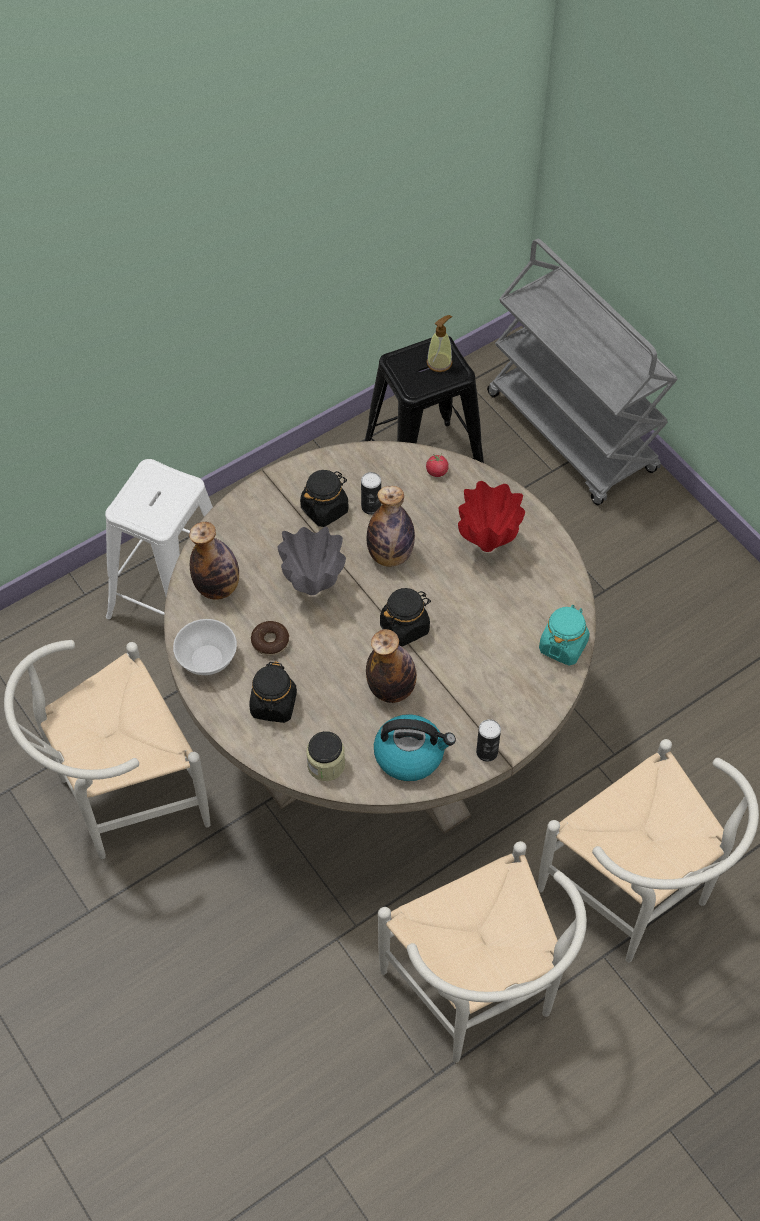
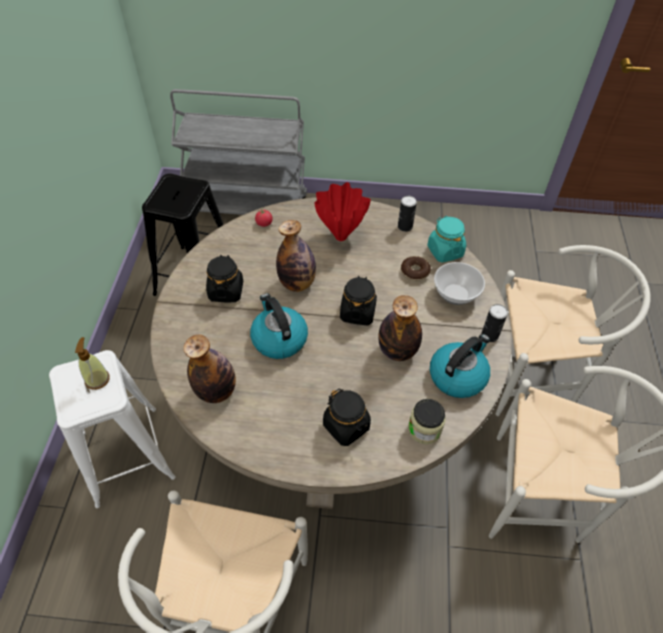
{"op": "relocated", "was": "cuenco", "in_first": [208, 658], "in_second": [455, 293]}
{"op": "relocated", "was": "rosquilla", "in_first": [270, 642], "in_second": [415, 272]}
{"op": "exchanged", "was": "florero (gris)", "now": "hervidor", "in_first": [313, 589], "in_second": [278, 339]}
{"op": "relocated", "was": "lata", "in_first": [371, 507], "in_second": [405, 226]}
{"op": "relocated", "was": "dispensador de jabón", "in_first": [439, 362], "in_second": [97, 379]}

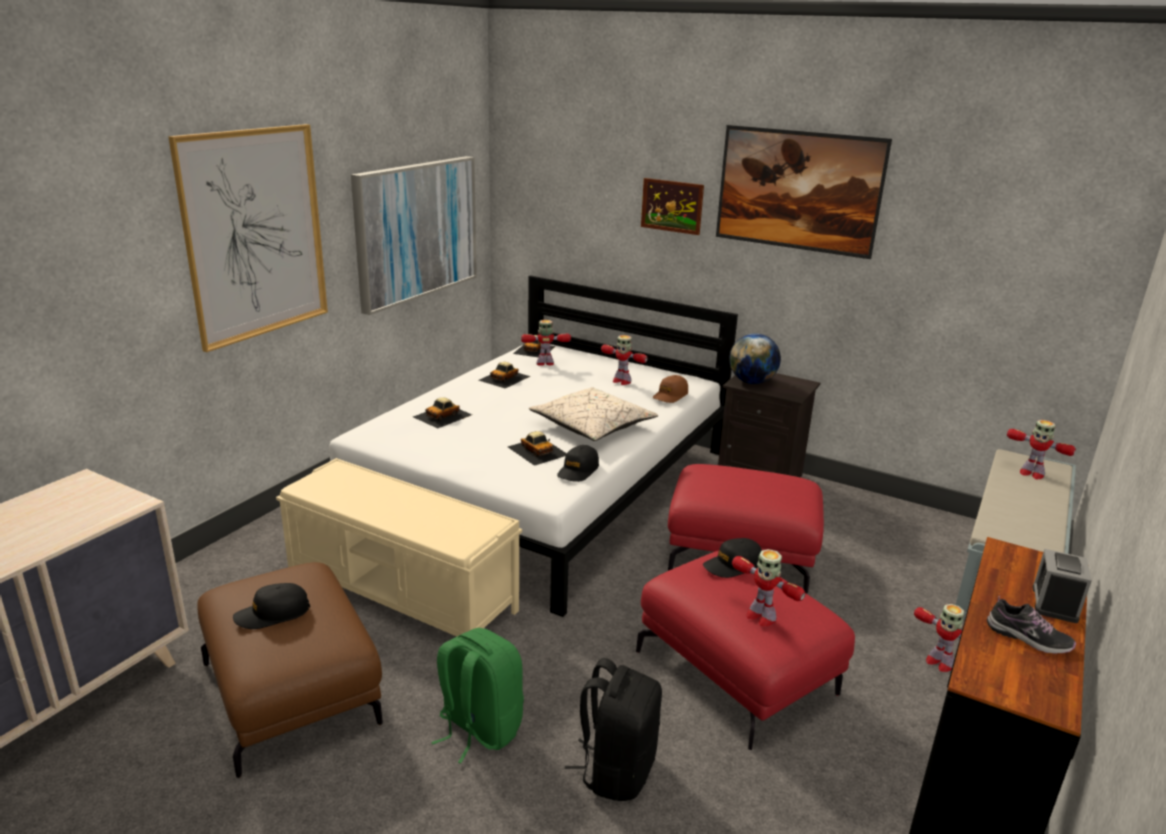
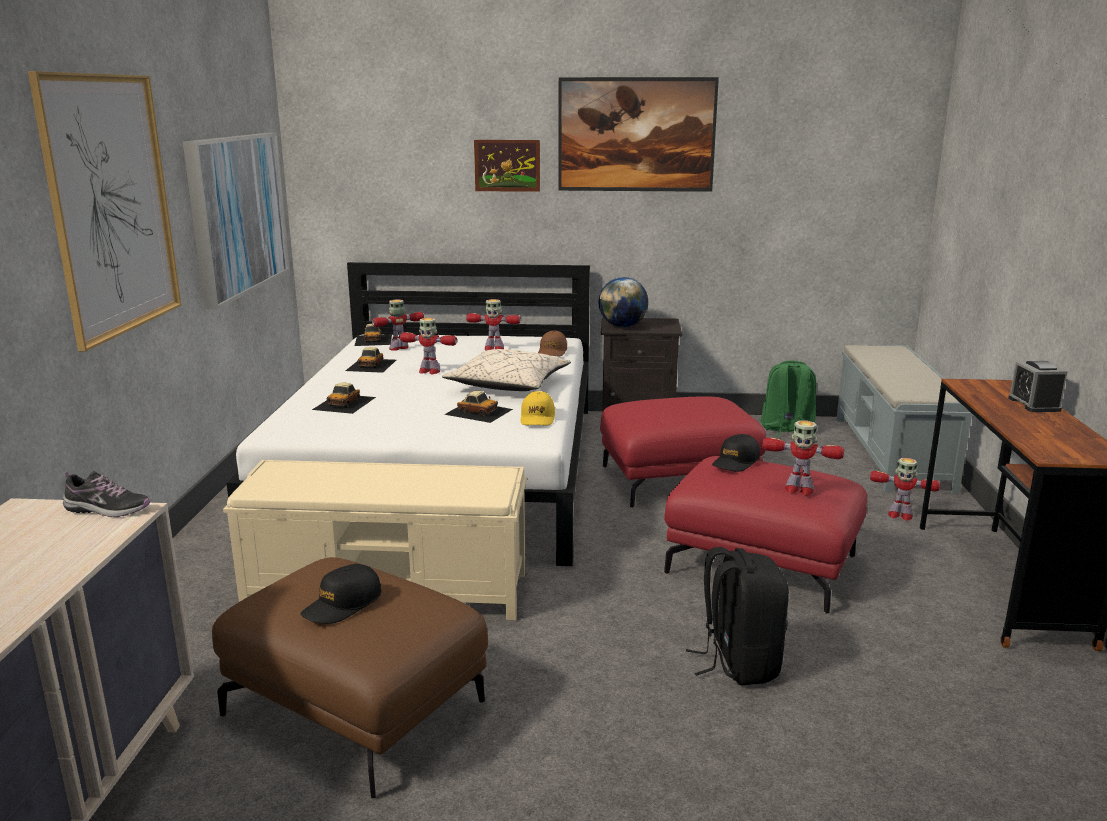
{"op": "relocated", "was": "mochila (verde)", "in_first": [478, 729], "in_second": [786, 429]}
{"op": "colour", "was": "gorra (negro)", "now": "gorra (amarillo)", "in_first": [578, 471], "in_second": [537, 418]}
{"op": "relocated", "was": "zapato", "in_first": [1028, 638], "in_second": [107, 509]}
{"op": "relocated", "was": "robot de juguete", "in_first": [1031, 473], "in_second": [429, 371]}

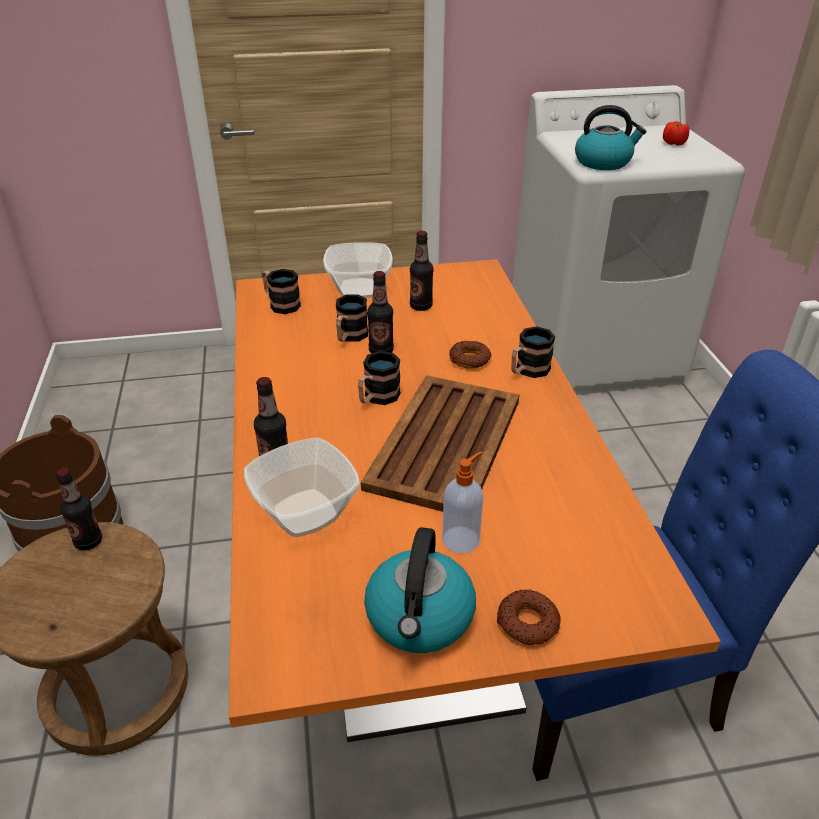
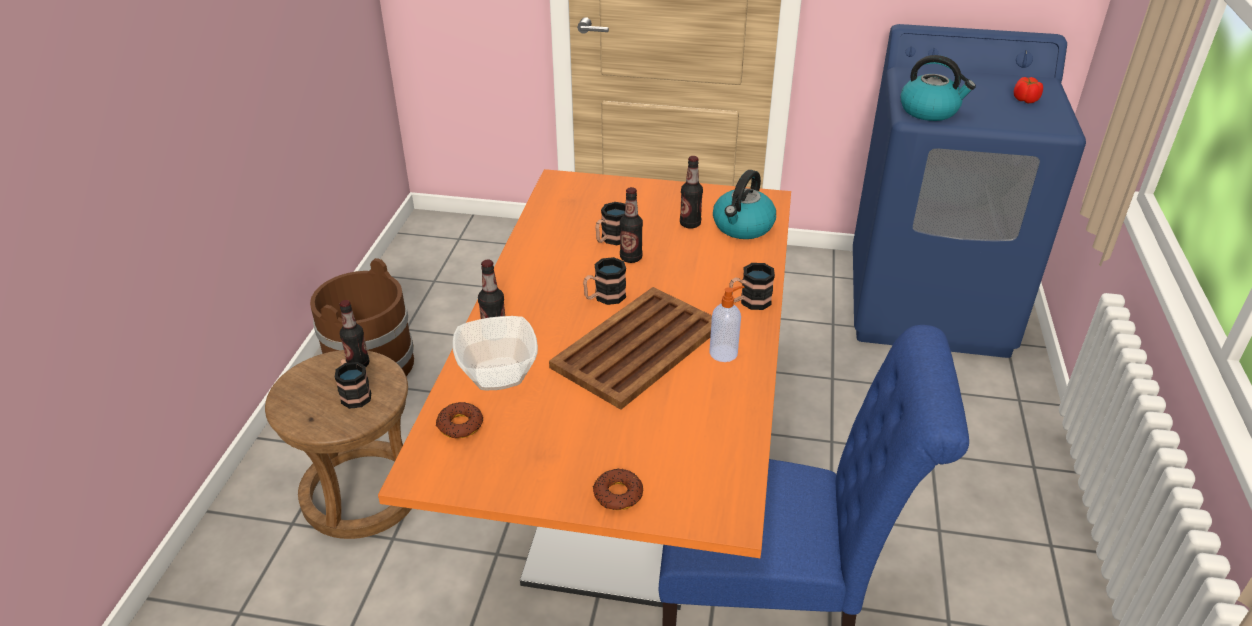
{"op": "relocated", "was": "taza grande", "in_first": [280, 304], "in_second": [354, 394]}
{"op": "missing", "was": "cuenco", "in_first": [360, 288]}
{"op": "relocated", "was": "hervidor", "in_first": [420, 618], "in_second": [743, 227]}
{"op": "relocated", "was": "dispensador de jabón", "in_first": [462, 539], "in_second": [724, 353]}
{"op": "relocated", "was": "rosquilla", "in_first": [469, 359], "in_second": [460, 425]}
{"op": "colour", "was": "lavadora (blanco)", "now": "lavadora (azul)", "in_first": [594, 351], "in_second": [929, 304]}

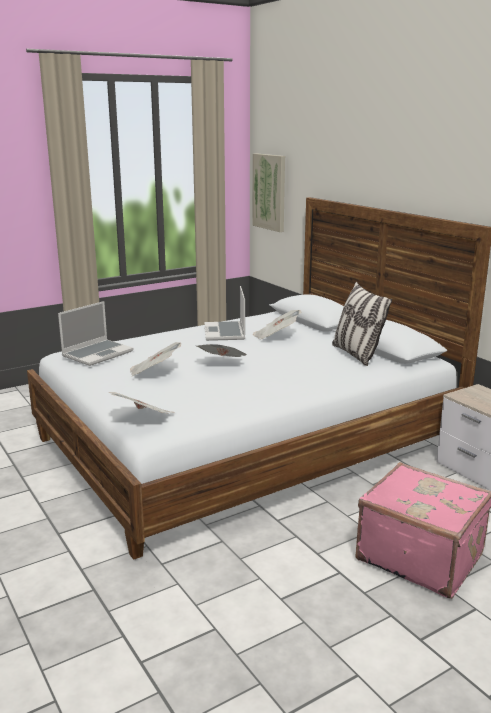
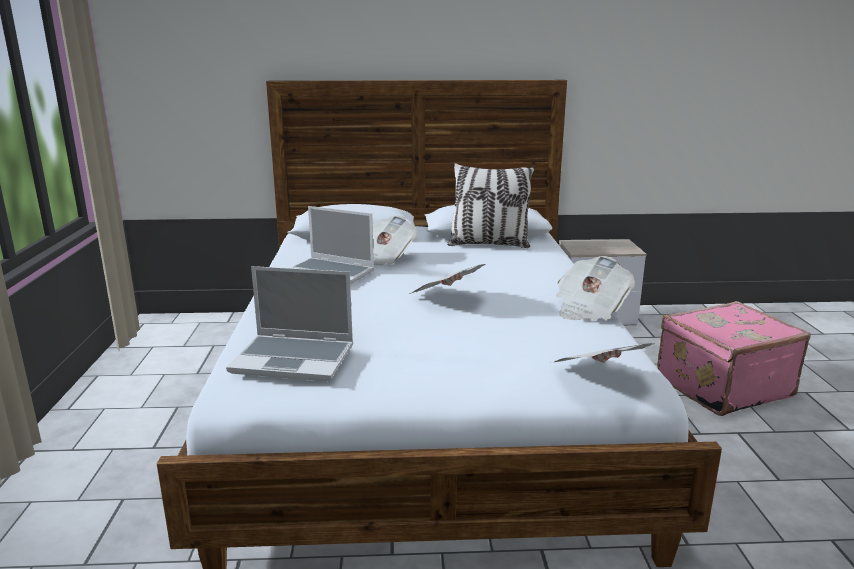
{"op": "spun", "was": "portátil", "in_first": [98, 353], "in_second": [295, 359], "clockwise": 120}
{"op": "relocated", "was": "periódico", "in_first": [154, 372], "in_second": [589, 309]}
{"op": "missing", "was": "cuadro", "in_first": [269, 192]}

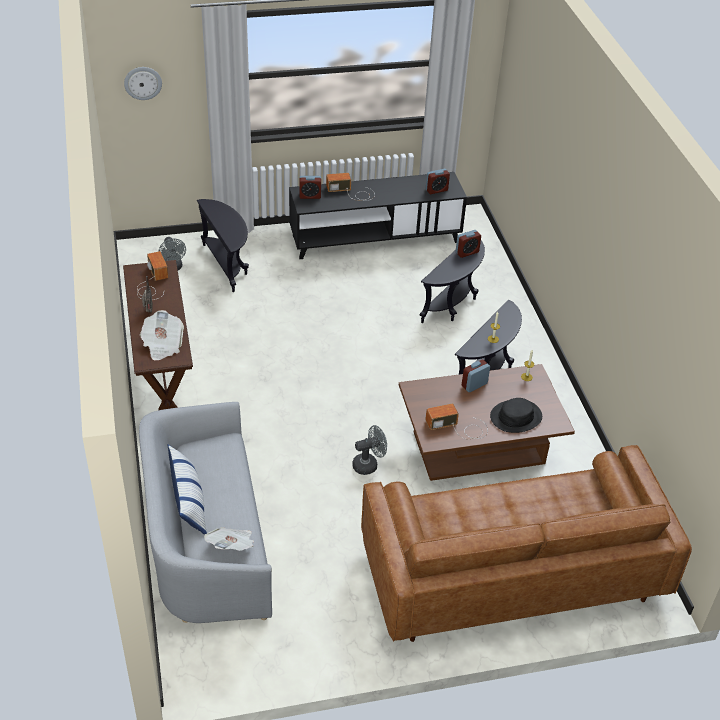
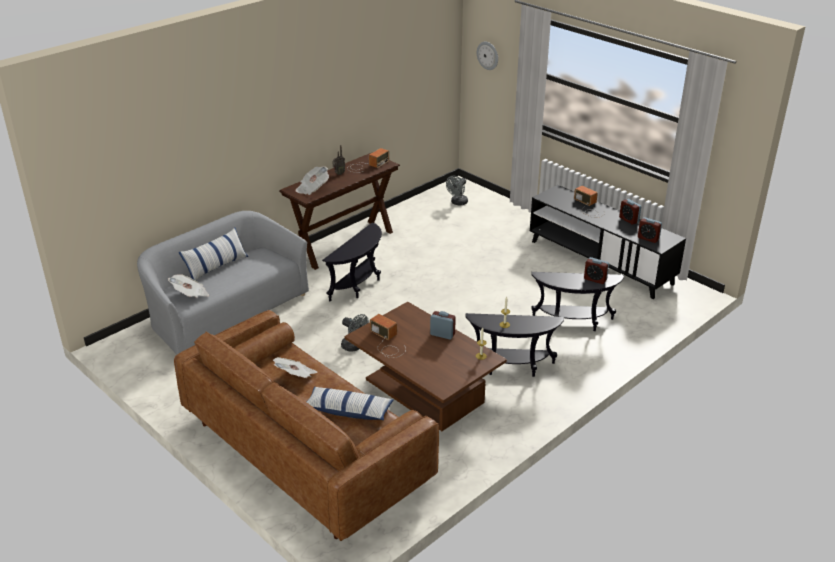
{"op": "relocated", "was": "mesa auxiliar (negro)", "in_first": [227, 265], "in_second": [359, 285]}
{"op": "relocated", "was": "despertador", "in_first": [310, 196], "in_second": [629, 220]}
{"op": "missing", "was": "sombrero (negro)", "in_first": [515, 417]}
{"op": "appeared", "now": "periódico", "in_second": [296, 376]}
{"op": "appeared", "now": "cojín", "in_second": [348, 411]}

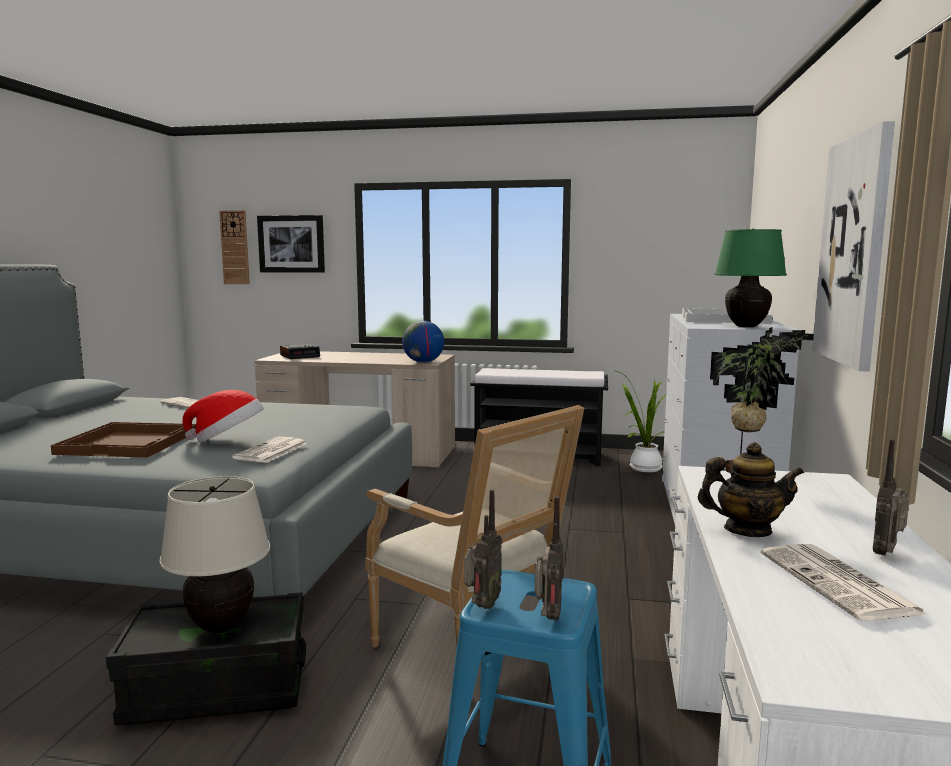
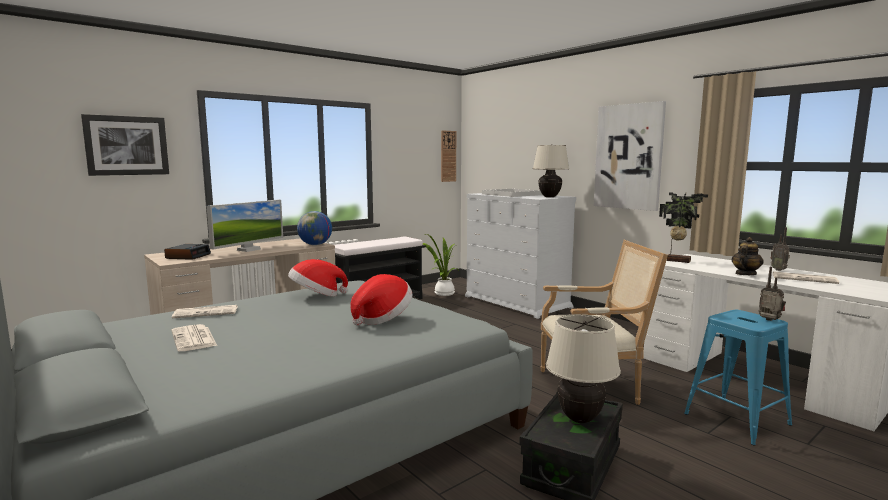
{"op": "missing", "was": "bandeja (marrón)", "in_first": [130, 442]}
{"op": "relocated", "was": "reloj de pared", "in_first": [235, 247], "in_second": [448, 156]}
{"op": "relocated", "was": "periódico", "in_first": [271, 451], "in_second": [194, 339]}
{"op": "missing", "was": "radio", "in_first": [481, 606]}
{"op": "colour", "was": "lámpara de mesa (verde)", "now": "lámpara de mesa (beis)", "in_first": [746, 326], "in_second": [549, 196]}
{"op": "appeared", "now": "monitor", "in_second": [248, 249]}
{"op": "appeared", "now": "sombrero", "in_second": [316, 296]}

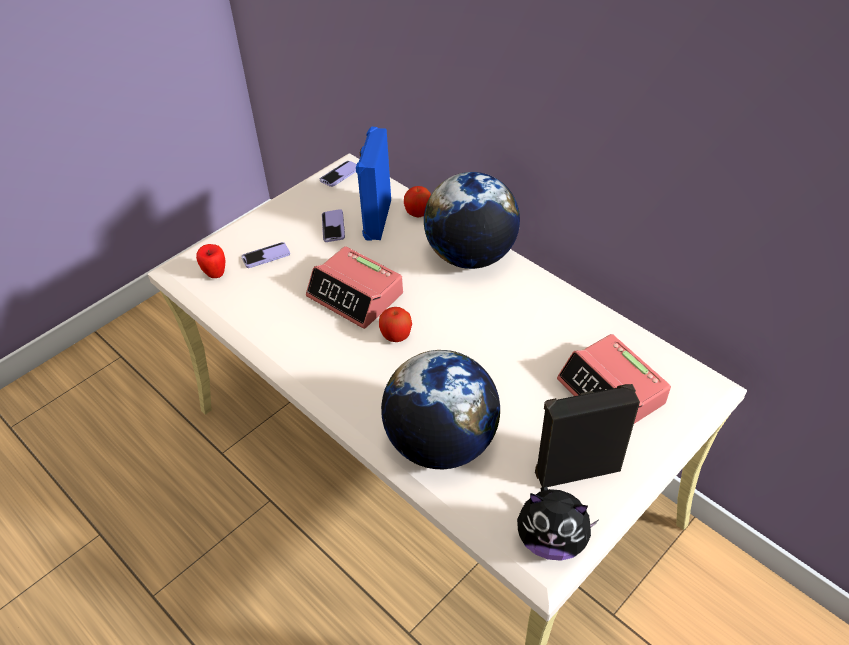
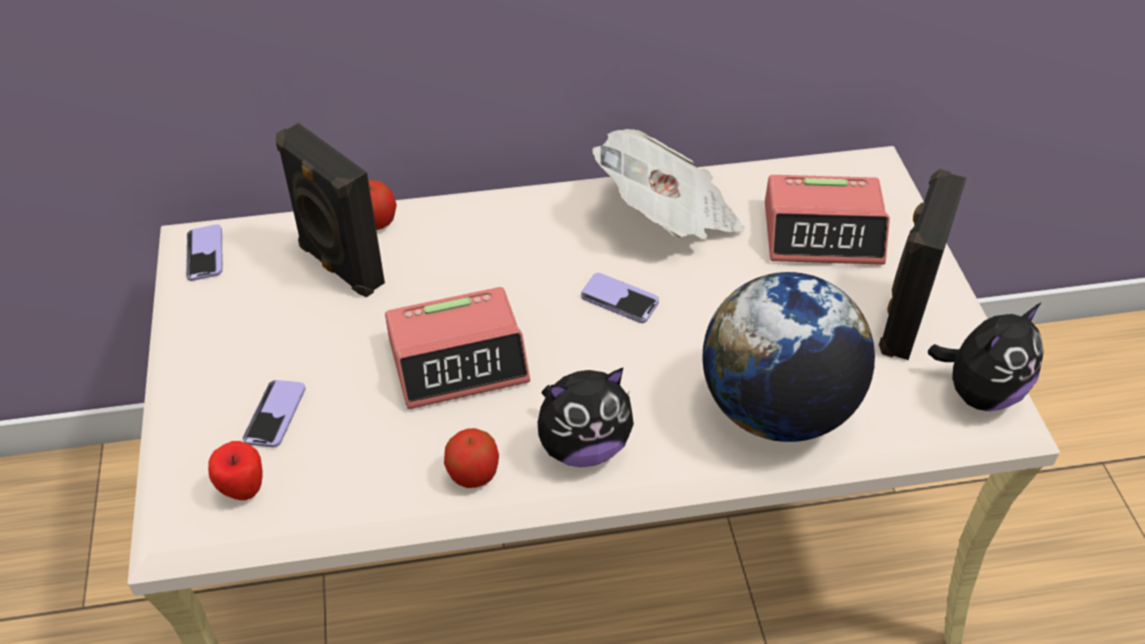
{"op": "relocated", "was": "móvil", "in_first": [333, 227], "in_second": [619, 300]}
{"op": "colour", "was": "altavoz (azul)", "now": "altavoz (negro)", "in_first": [376, 219], "in_second": [339, 267]}
{"op": "relocated", "was": "manzana", "in_first": [396, 335], "in_second": [473, 475]}
{"op": "missing", "was": "globo terráqueo", "in_first": [470, 256]}
{"op": "appeared", "now": "peluche", "in_second": [583, 447]}
{"op": "appeared", "now": "periódico", "in_second": [668, 217]}

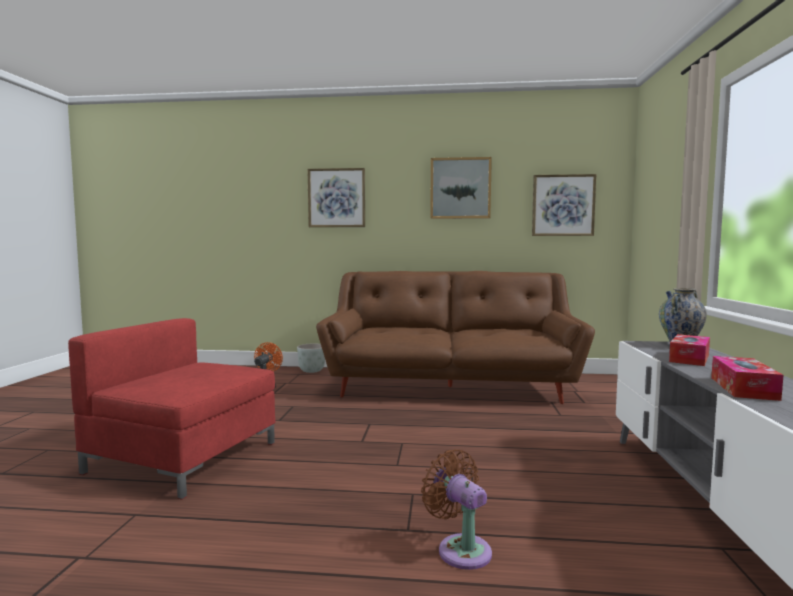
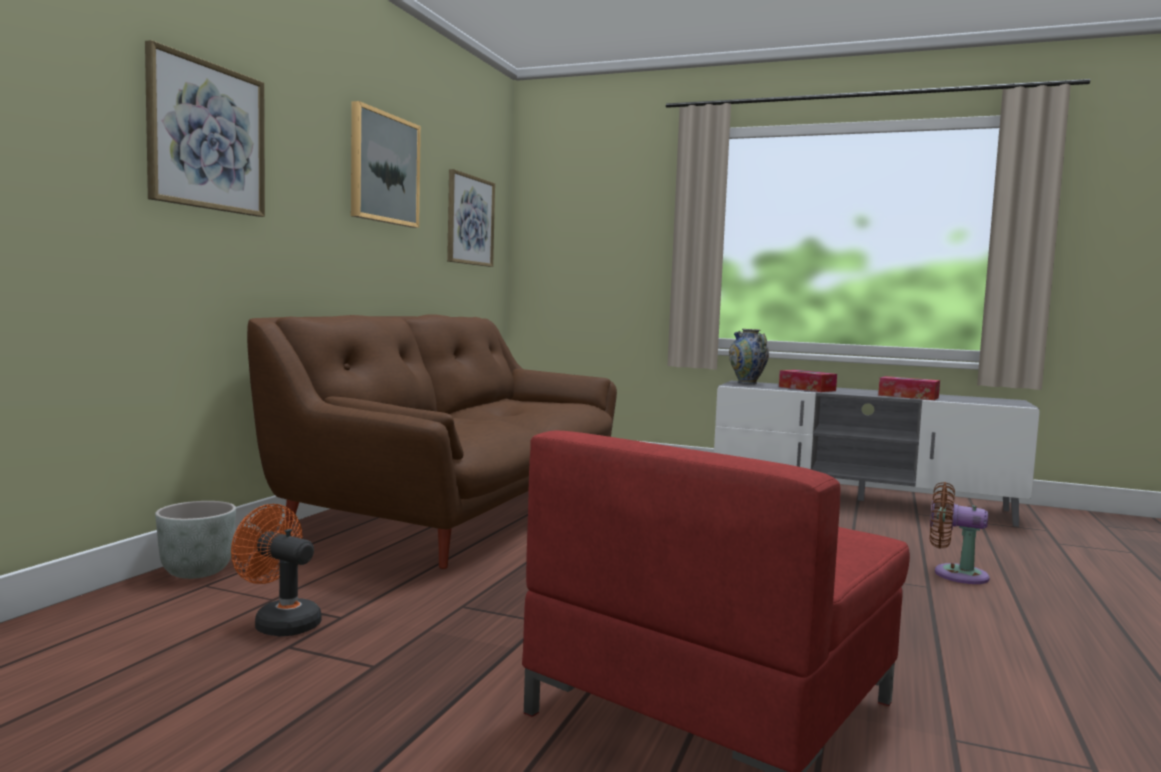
{"op": "spun", "was": "ventilador (marrón)", "in_first": [460, 549], "in_second": [954, 574], "clockwise": 45}

